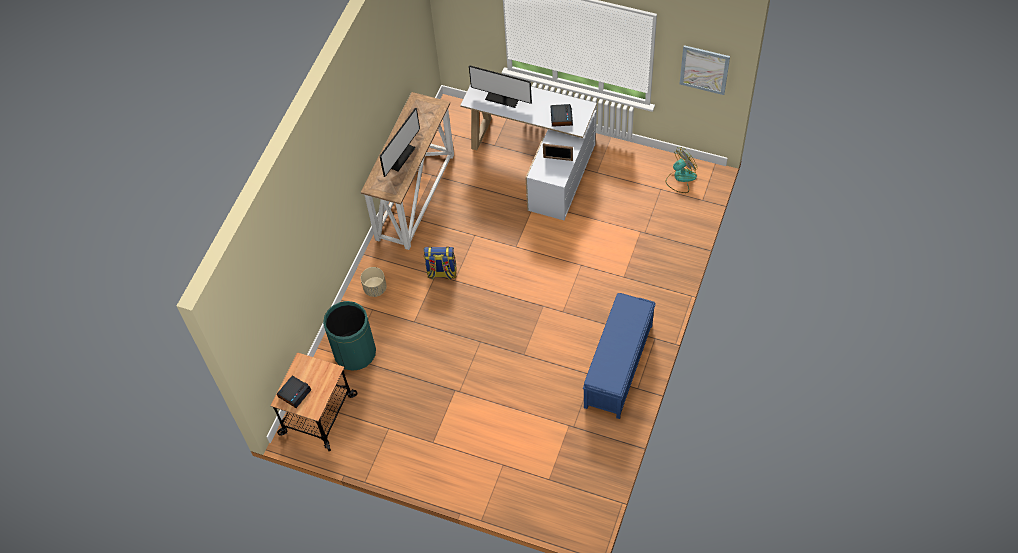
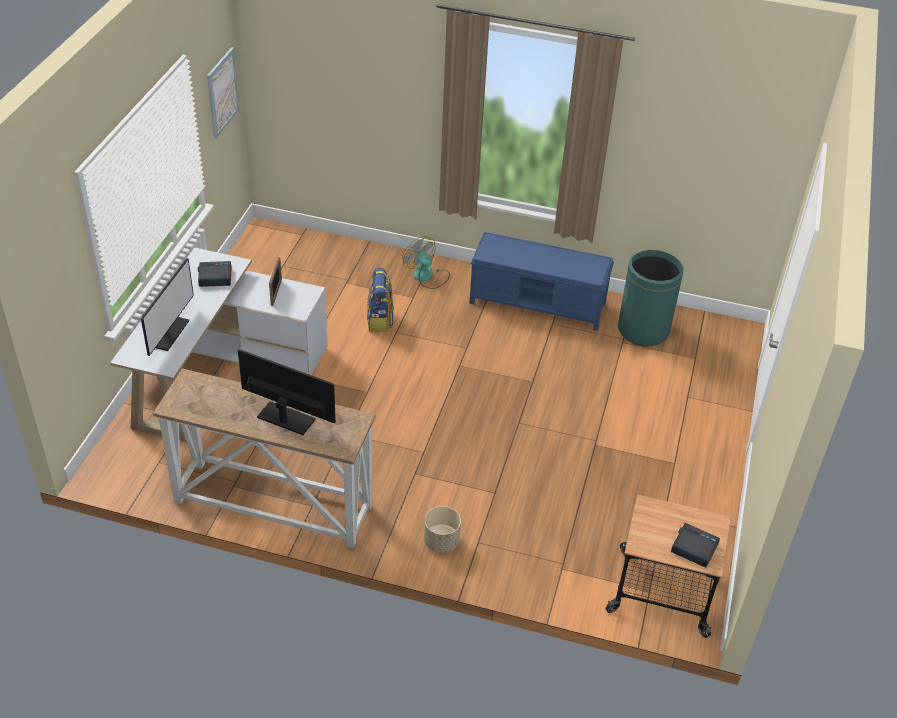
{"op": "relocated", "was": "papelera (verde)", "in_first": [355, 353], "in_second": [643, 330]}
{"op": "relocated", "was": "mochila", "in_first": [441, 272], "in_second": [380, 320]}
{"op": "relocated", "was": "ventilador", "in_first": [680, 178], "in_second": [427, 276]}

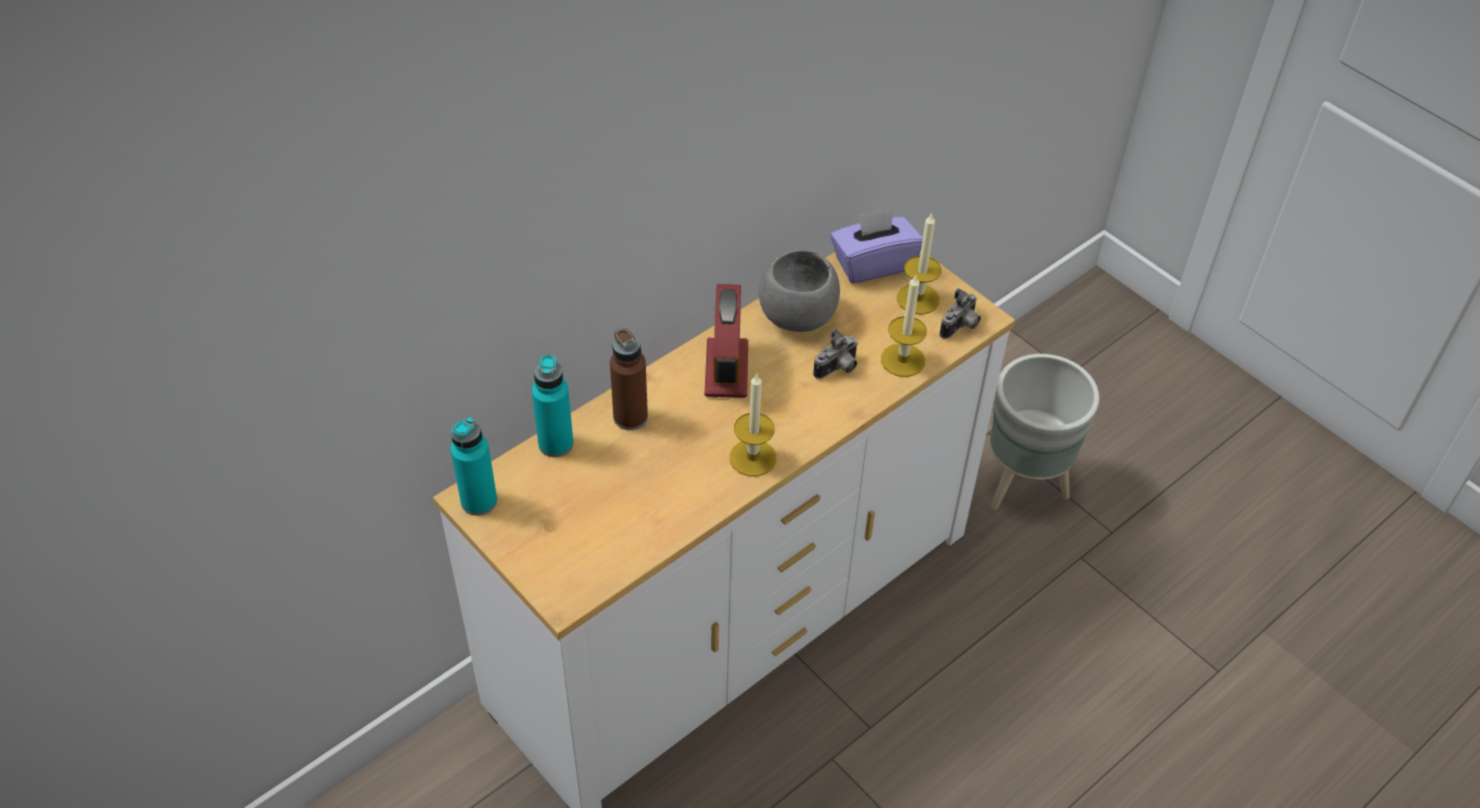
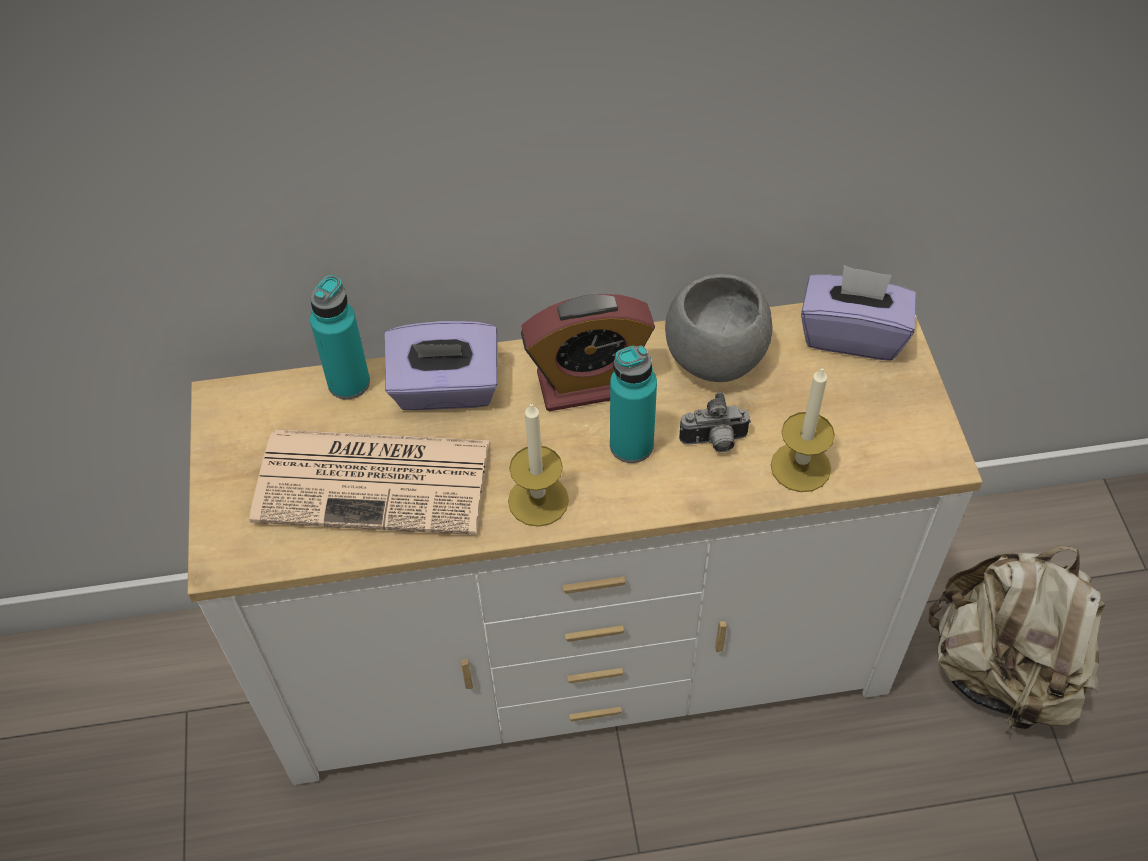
{"op": "relocated", "was": "botella (turquesa)", "in_first": [479, 501], "in_second": [631, 445]}
{"op": "exchanged", "was": "botella (marrón)", "now": "caja de pañuelos (morado)", "in_first": [630, 417], "in_second": [445, 390]}
{"op": "spun", "was": "despertador", "in_first": [726, 369], "in_second": [588, 384], "clockwise": -135}
{"op": "missing", "was": "vela", "in_first": [918, 299]}
{"op": "missing", "was": "cámara", "in_first": [961, 327]}
{"op": "exchanged", "was": "maceta (gris)", "now": "mochila (beis)", "in_first": [1024, 484], "in_second": [1001, 671]}
{"op": "appeared", "now": "periódico", "in_second": [377, 480]}

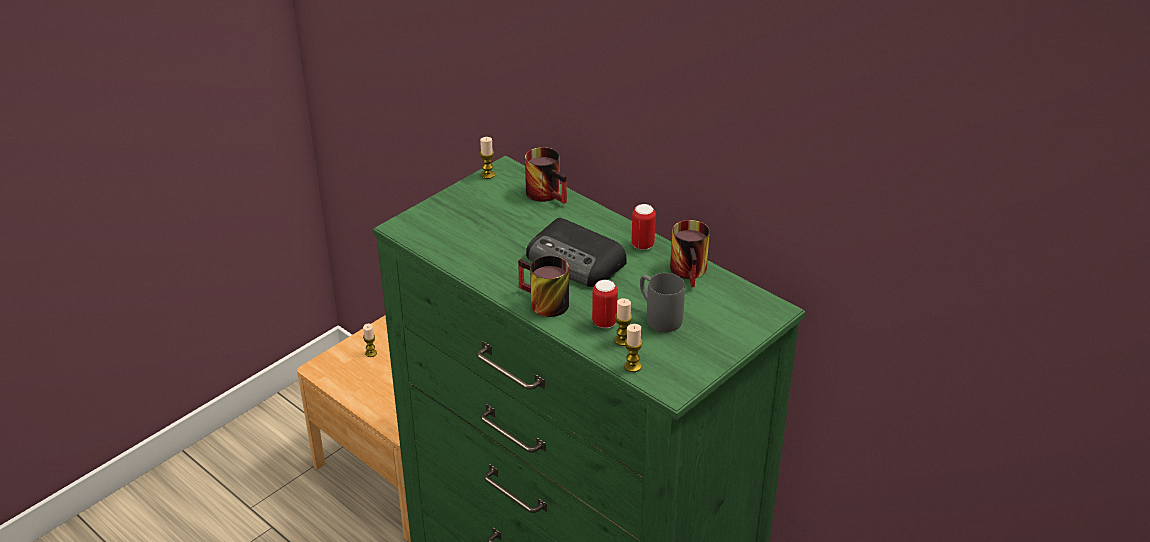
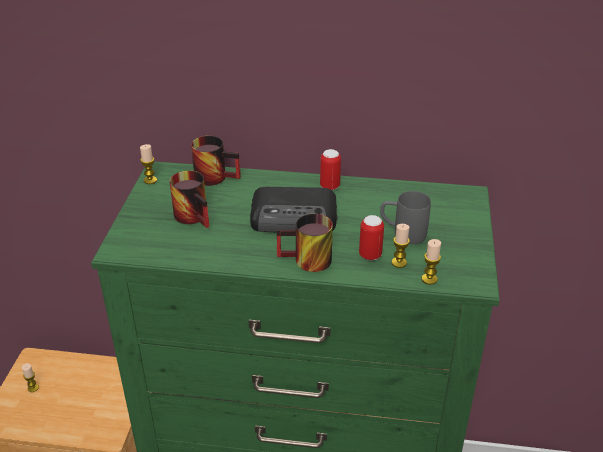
{"op": "relocated", "was": "taza grande", "in_first": [692, 272], "in_second": [196, 216]}

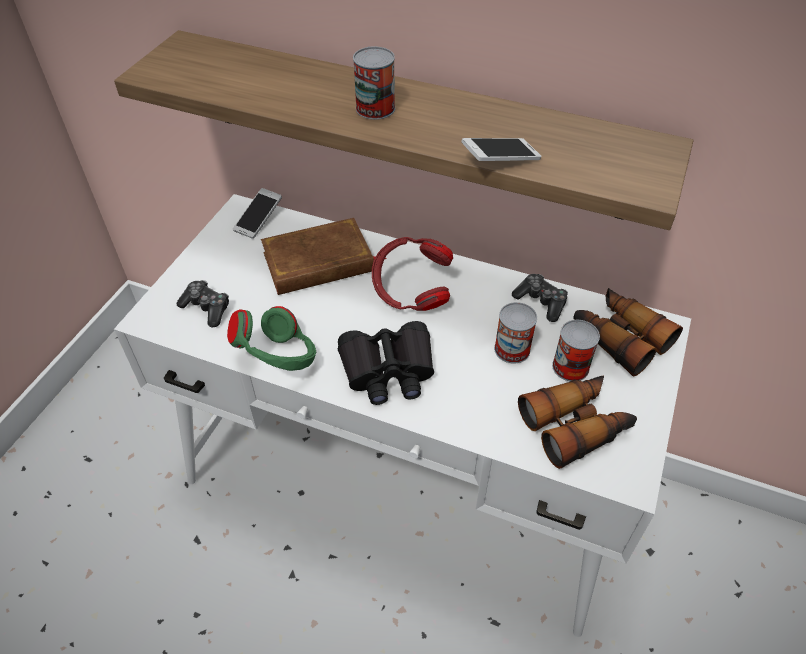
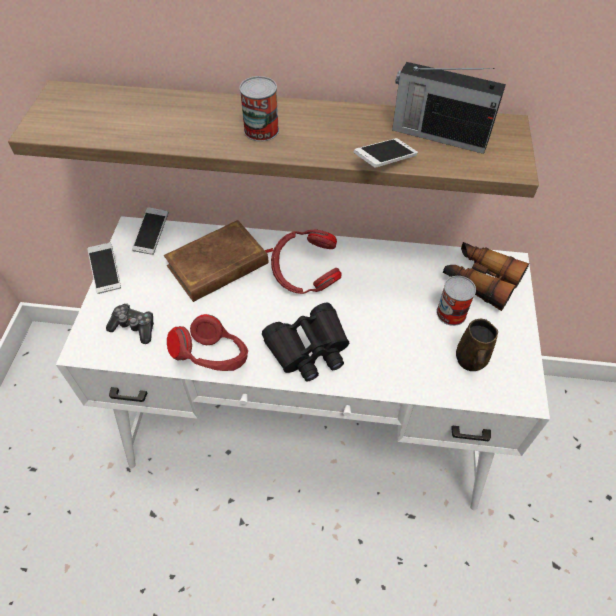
{"op": "colour", "was": "auriculares (verde)", "now": "auriculares (rojo)", "in_first": [279, 360], "in_second": [214, 360]}
{"op": "missing", "was": "lata", "in_first": [512, 349]}
{"op": "missing", "was": "mando de consola", "in_first": [541, 302]}
{"op": "exchanged", "was": "prismáticos", "now": "taza grande (marrón)", "in_first": [576, 425], "in_second": [470, 361]}
{"op": "appeared", "now": "móvil", "in_second": [106, 273]}
{"op": "appeared", "now": "radio", "in_second": [437, 135]}

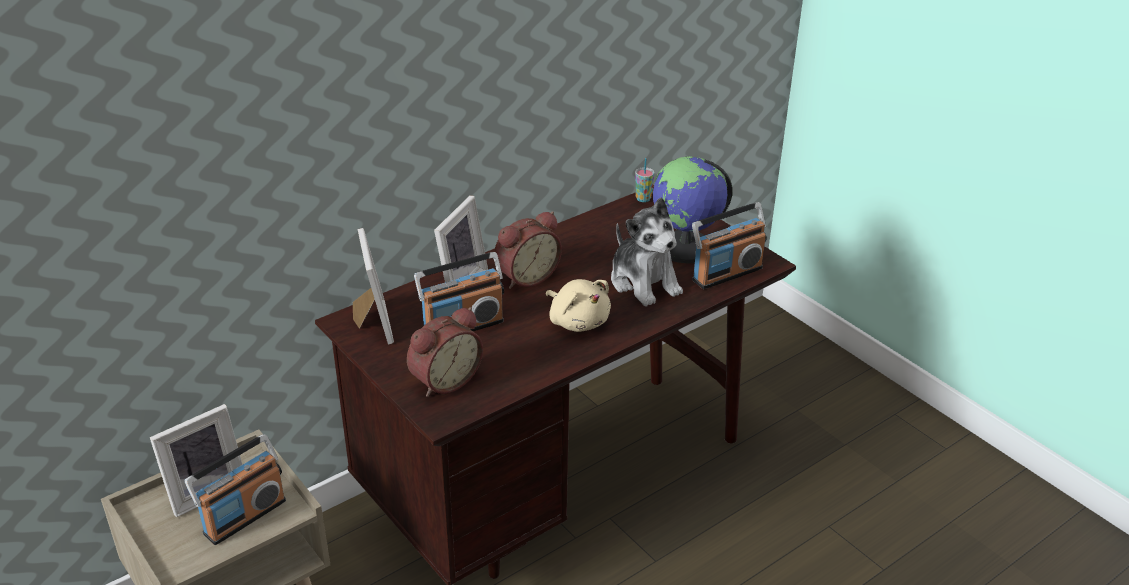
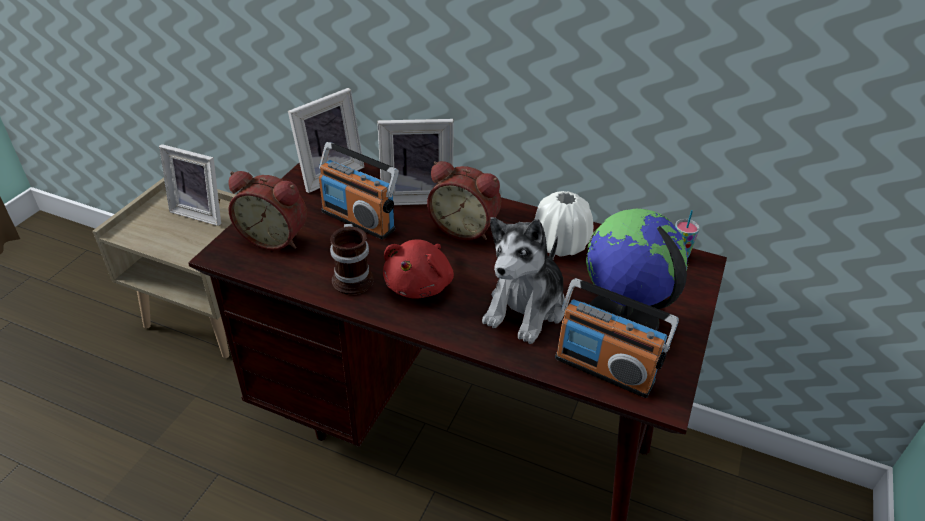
{"op": "missing", "was": "radio", "in_first": [244, 516]}
{"op": "colour", "was": "peluche (beis)", "now": "peluche (rojo)", "in_first": [577, 321], "in_second": [420, 284]}
{"op": "appeared", "now": "taza grande", "in_second": [354, 277]}
{"op": "appeared", "now": "florero (blanco)", "in_second": [559, 244]}

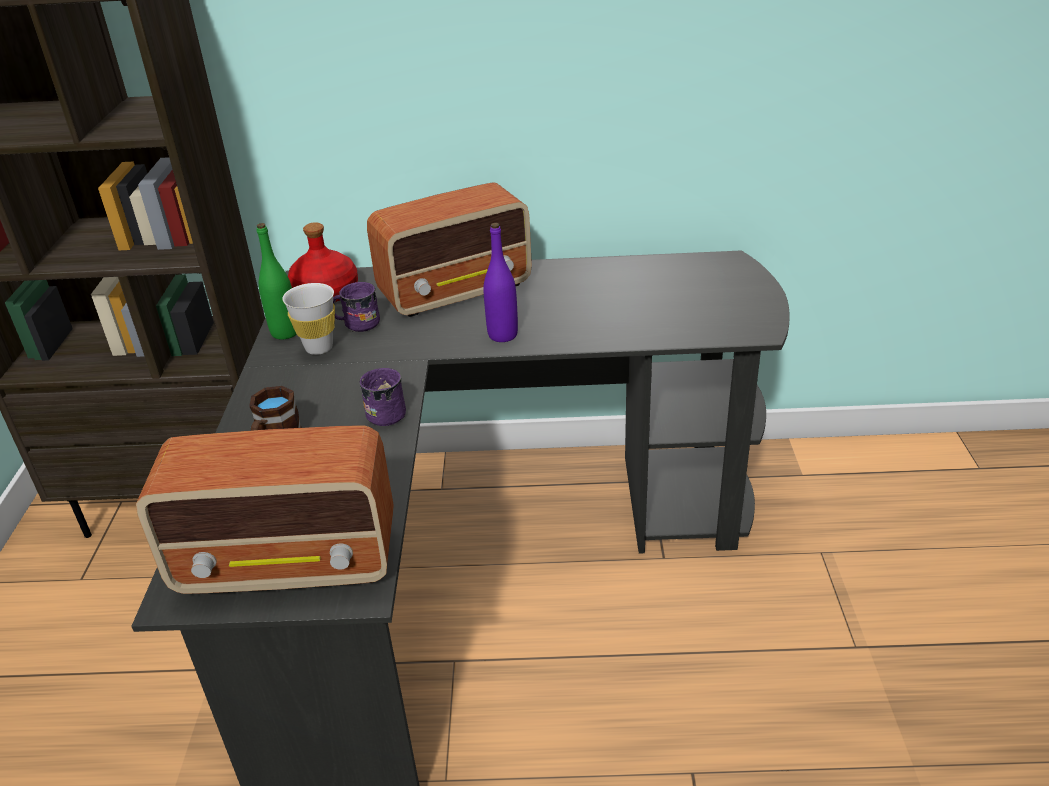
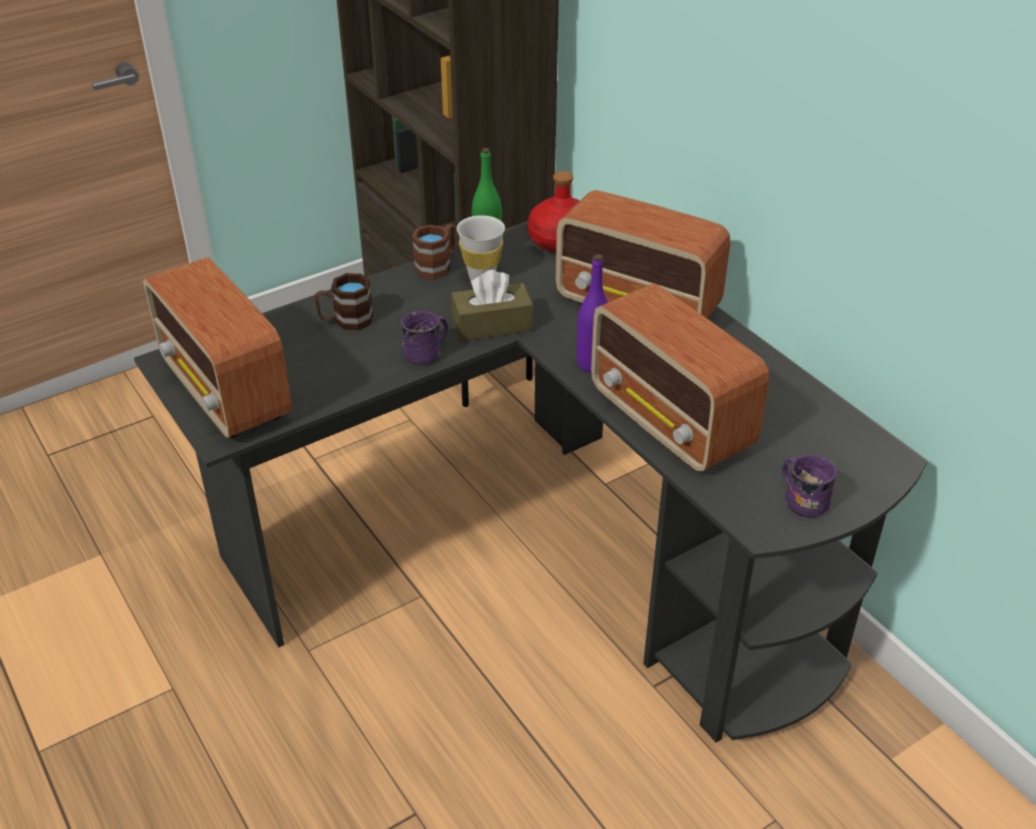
{"op": "relocated", "was": "taza grande (morado)", "in_first": [356, 324], "in_second": [801, 499]}
{"op": "appeared", "now": "taza grande (marrón)", "in_second": [437, 265]}
{"op": "appeared", "now": "caja de pañuelos (marrón)", "in_second": [492, 325]}
{"op": "appeared", "now": "radio", "in_second": [671, 422]}

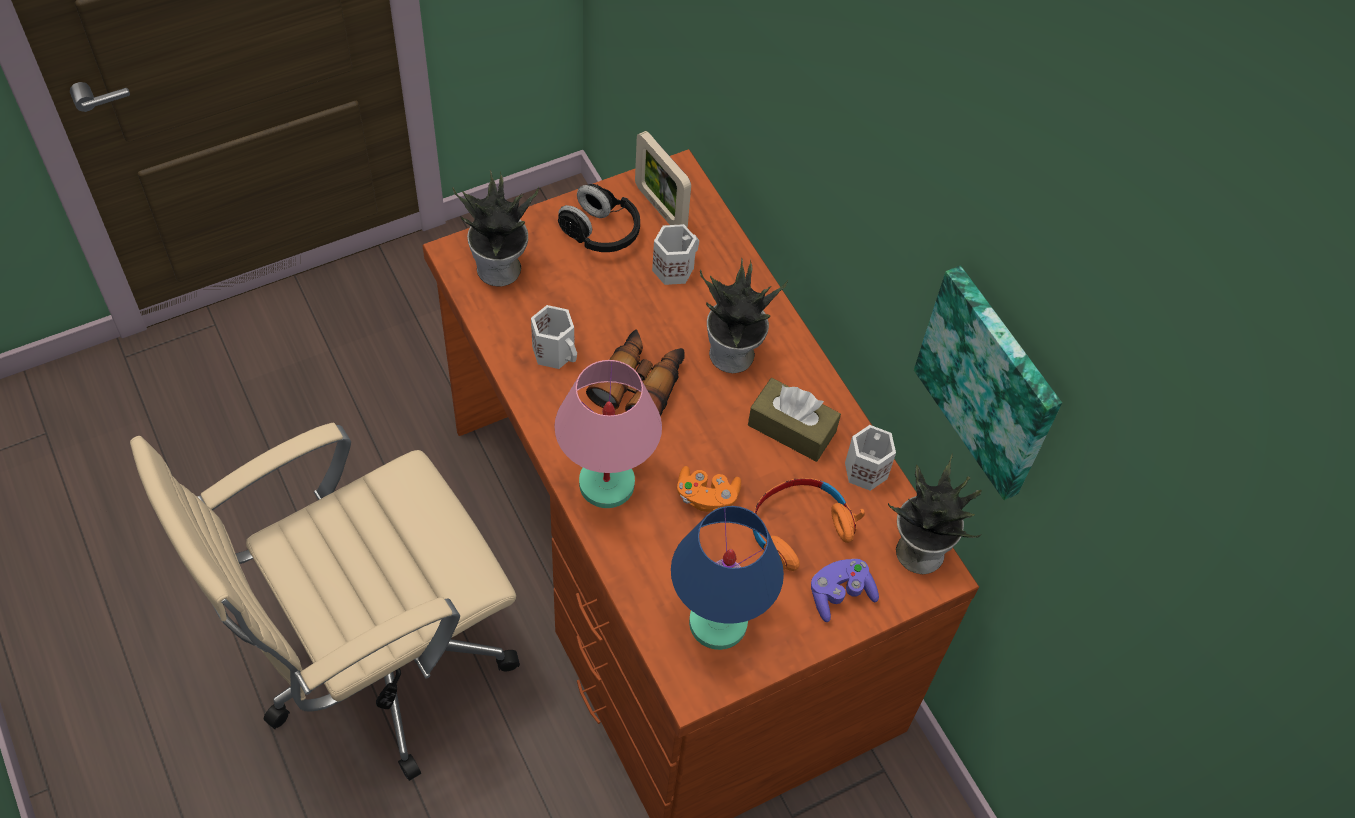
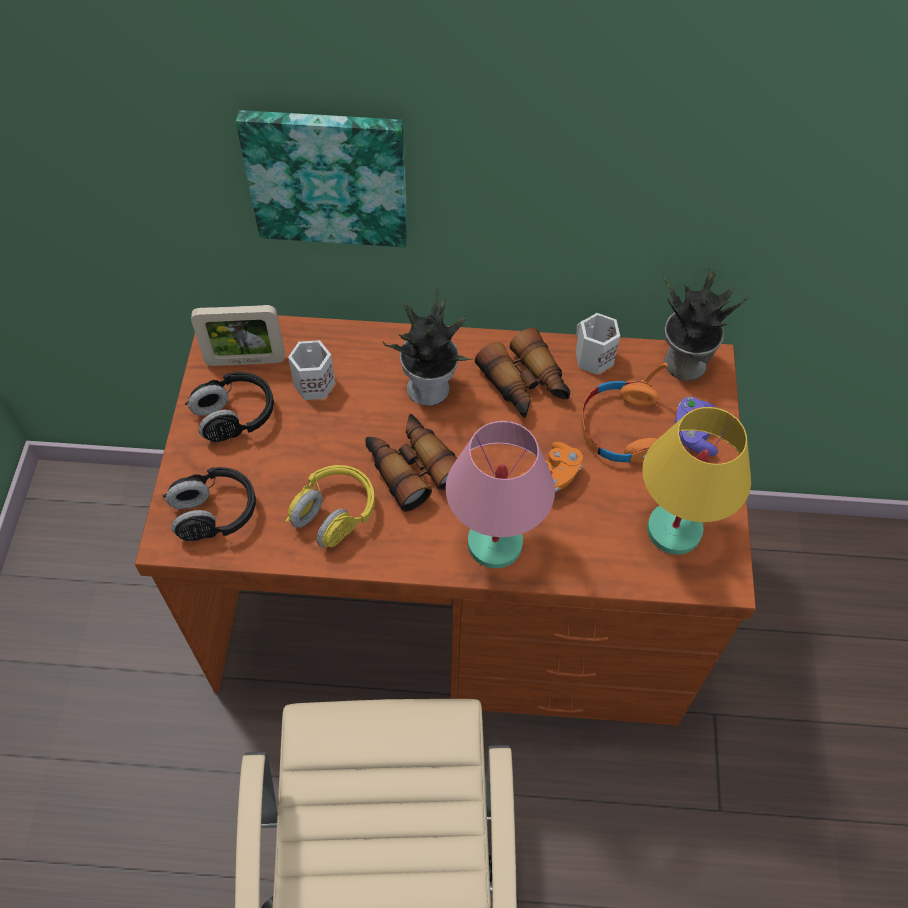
{"op": "exchanged", "was": "planta en maceta", "now": "auriculares (negro)", "in_first": [500, 270], "in_second": [214, 514]}
{"op": "exchanged", "was": "taza grande (blanco)", "now": "auriculares (amarillo)", "in_first": [555, 351], "in_second": [334, 514]}
{"op": "colour", "was": "lámpara de mesa (azul)", "now": "lámpara de mesa (amarillo)", "in_first": [718, 624], "in_second": [675, 530]}
{"op": "exchanged", "was": "caja de pañuelos (marrón)", "now": "prismáticos", "in_first": [791, 428], "in_second": [525, 385]}
{"op": "relocated", "was": "cuadro", "in_first": [991, 381], "in_second": [328, 176]}

